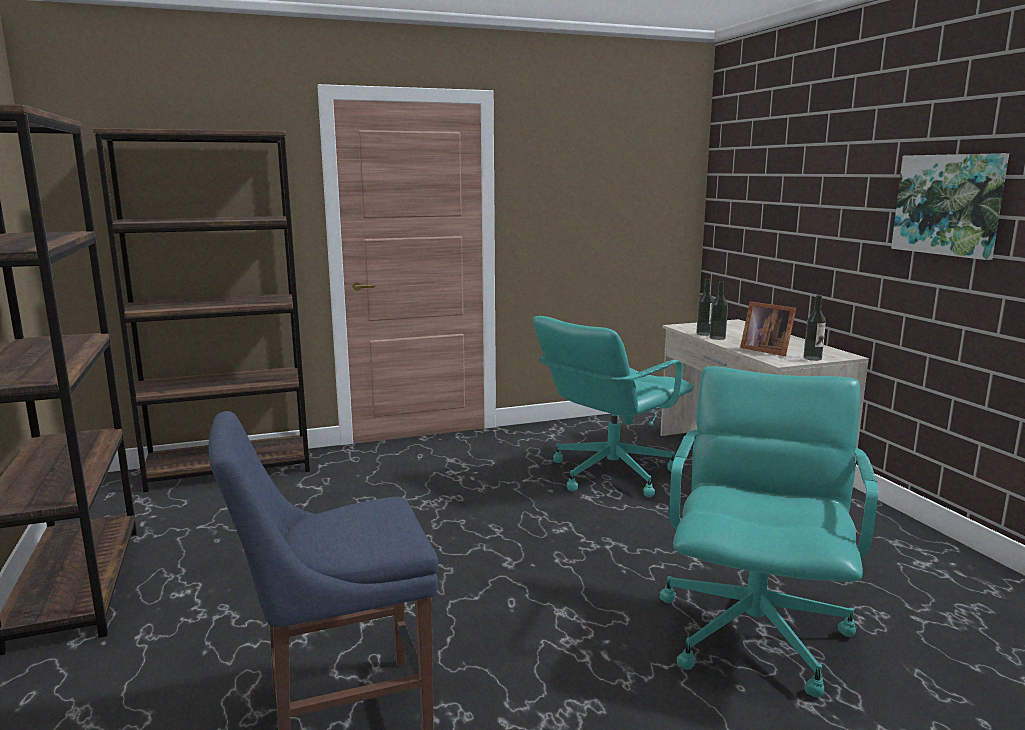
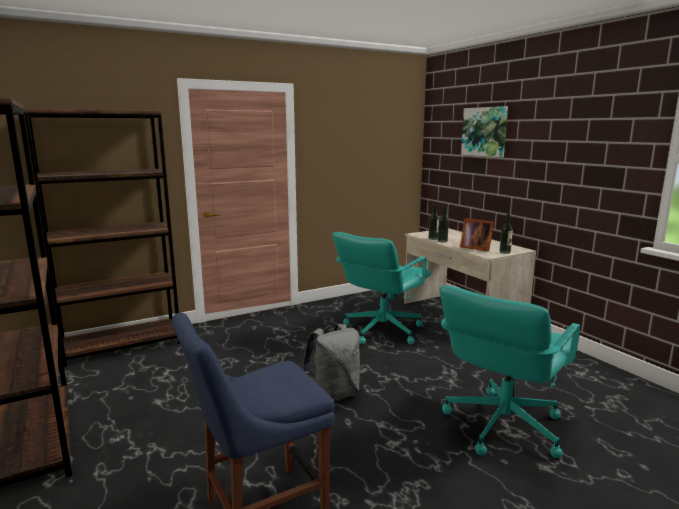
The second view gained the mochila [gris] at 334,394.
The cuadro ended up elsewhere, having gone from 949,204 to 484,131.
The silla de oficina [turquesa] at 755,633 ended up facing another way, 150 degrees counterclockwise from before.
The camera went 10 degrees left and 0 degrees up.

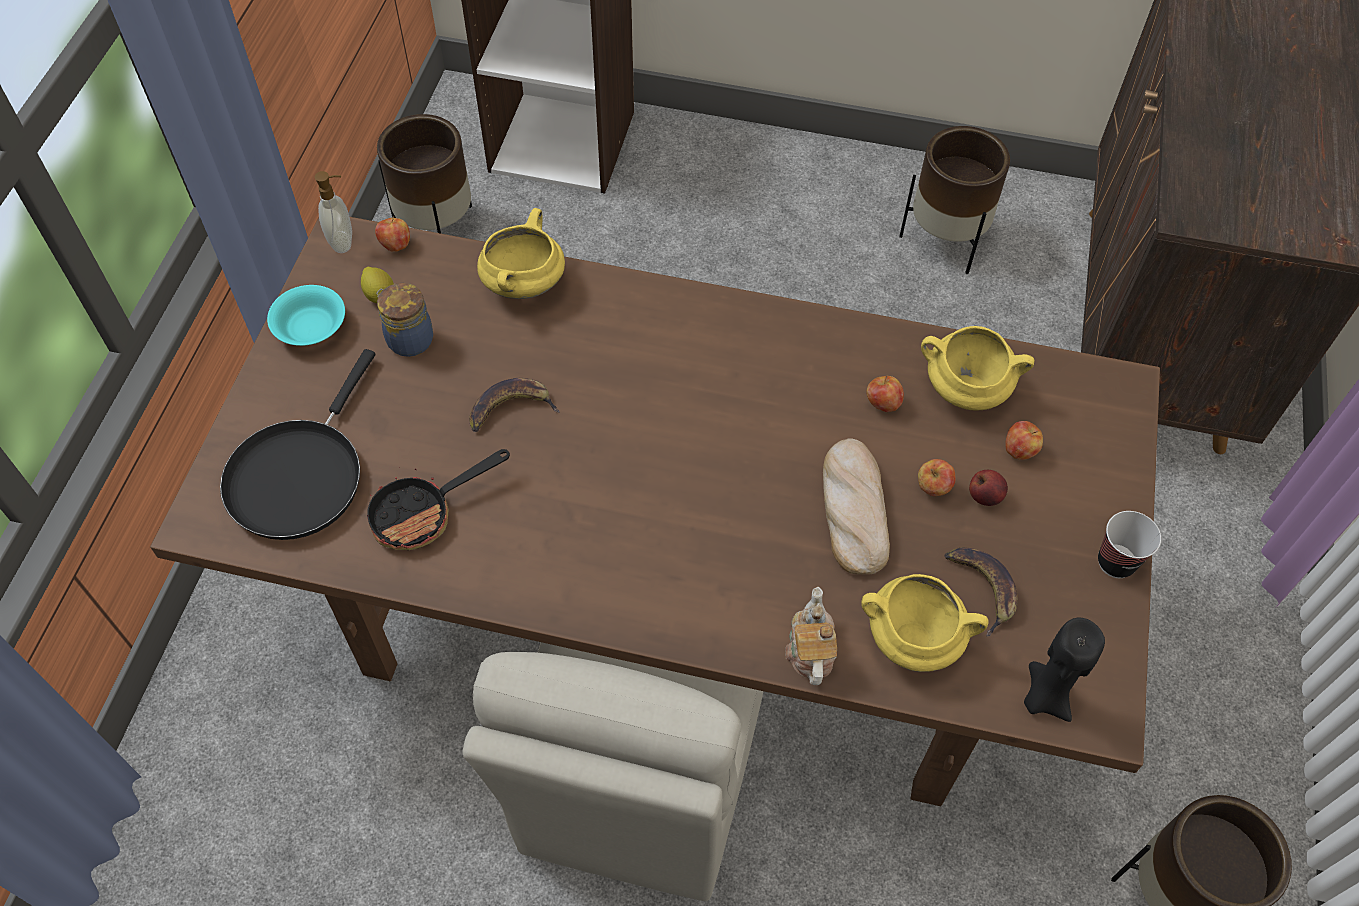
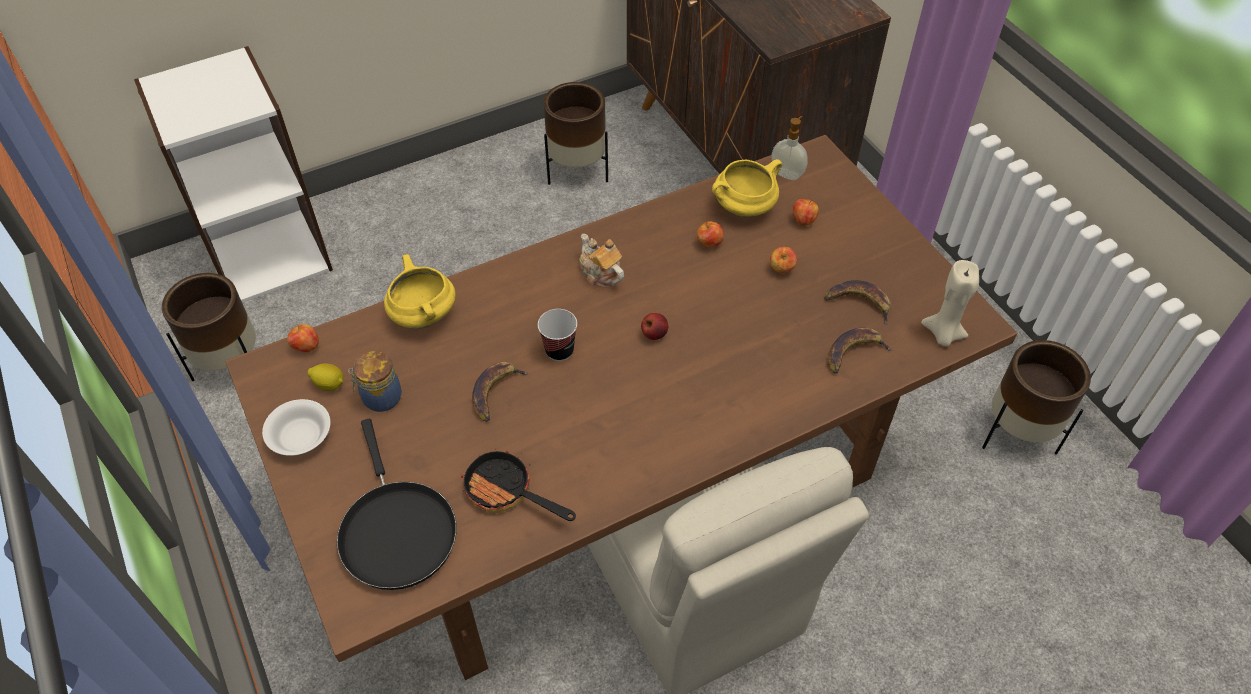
The second view lost the pan at 853,509.
The dispensador de jabón ended up elsewhere, having gone from 343,241 to 787,173.
The tetera ended up elsewhere, having gone from 810,650 to 600,273.
The manzana ended up elsewhere, having gone from 984,496 to 654,334.
The taza ended up elsewhere, having gone from 1116,562 to 559,350.
Where the olla [amarillo] stood at 915,638, the plátano came to stand at 854,352.
What was the cuenco [turquesa] at 311,327 turned into the cuenco [blanco] at 301,436.
What was the vela [negro] at 1044,696 turned into the vela [beis] at 943,334.
The sartén at 423,513 ended up facing another way, 105 degrees clockwise from before.
The camera went 40 degrees left and 5 degrees down.

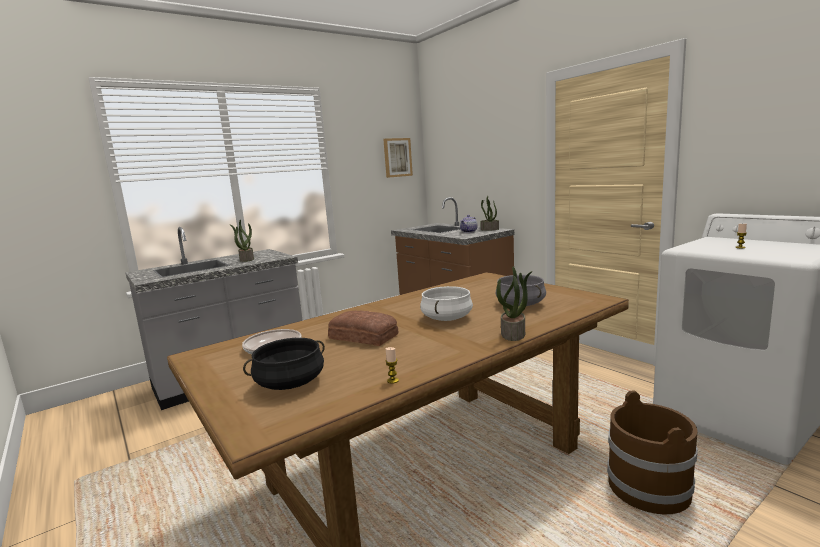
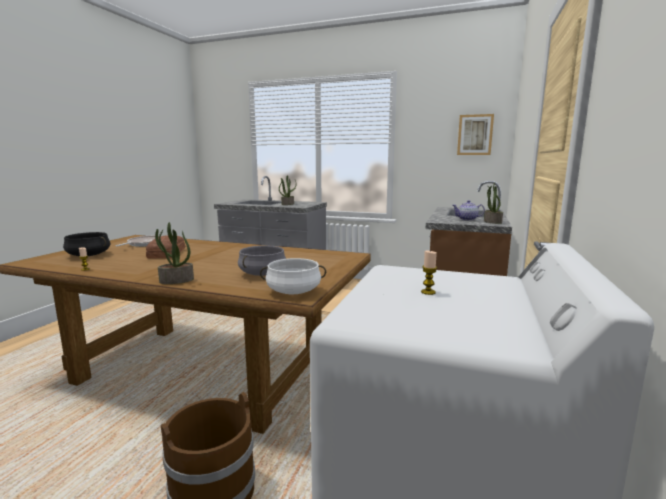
The olla [blanco] ended up elsewhere, having gone from 447,318 to 293,291.
The camera went 55 degrees right and 0 degrees up.

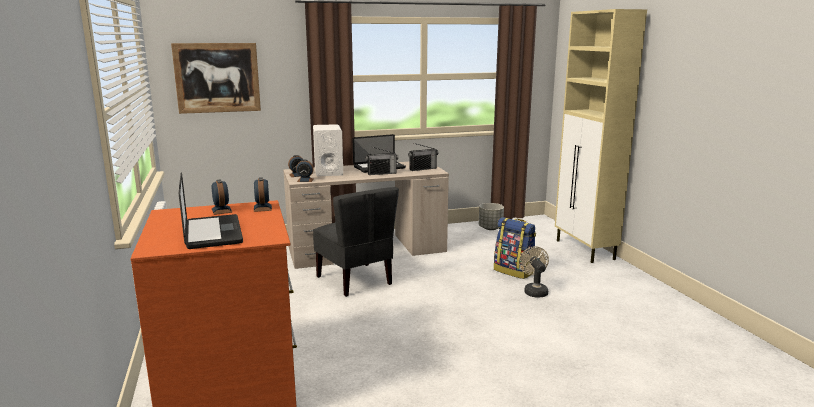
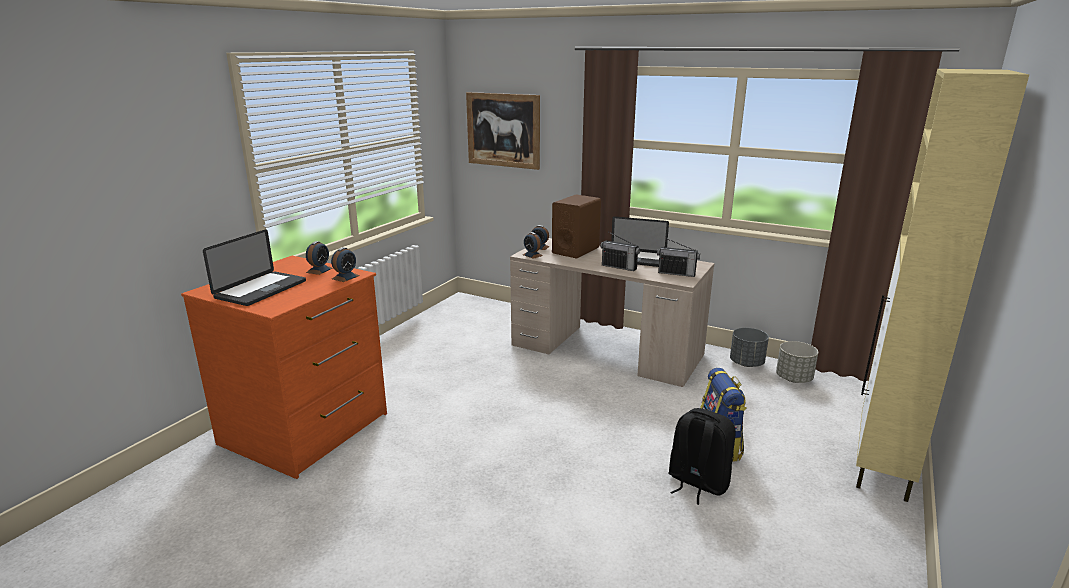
The second view lost the silla [gris] at 355,280.
The second view gained the maceta [gris] at 746,363.
Where the ventilador [beis] stood at 534,291, the mochila [negro] came to stand at 697,483.
What was the altavoz [blanco] at 328,171 turned into the altavoz [marrón] at 575,250.
The camera went 45 degrees right and 5 degrees up.

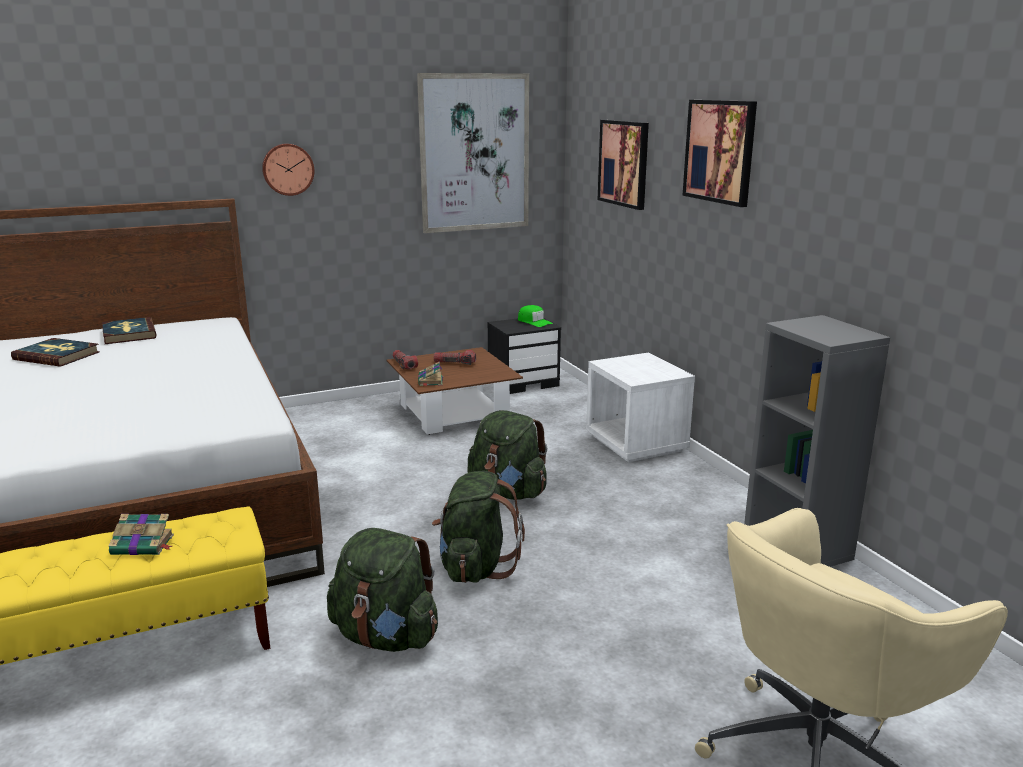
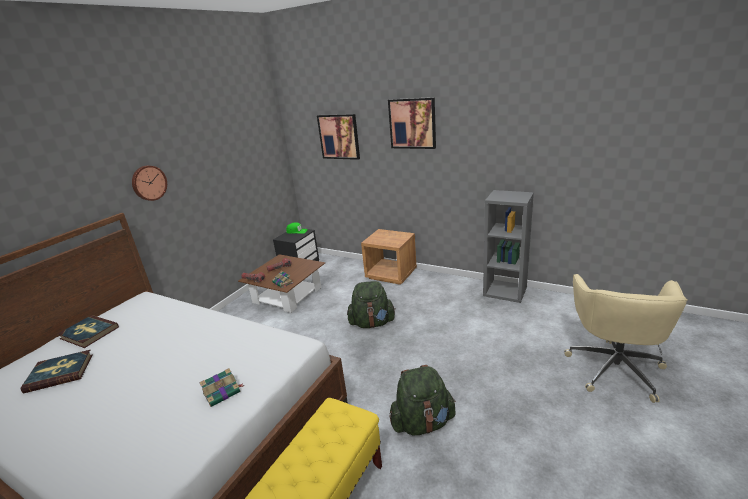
The second view lost the cuadro at 474,153.
The second view lost the mochila [verde] at 475,567.
The libro ended up elsewhere, having gone from 144,545 to 223,392.
What was the mesita de noche [blanco] at 636,444 turned into the mesita de noche [marrón] at 391,274.
The camera went 35 degrees left and 5 degrees up.

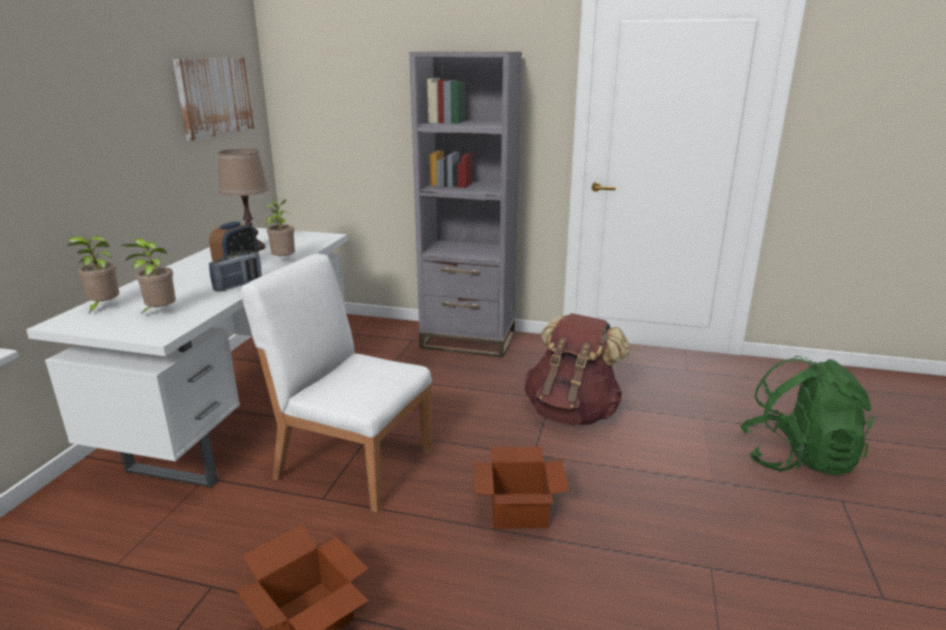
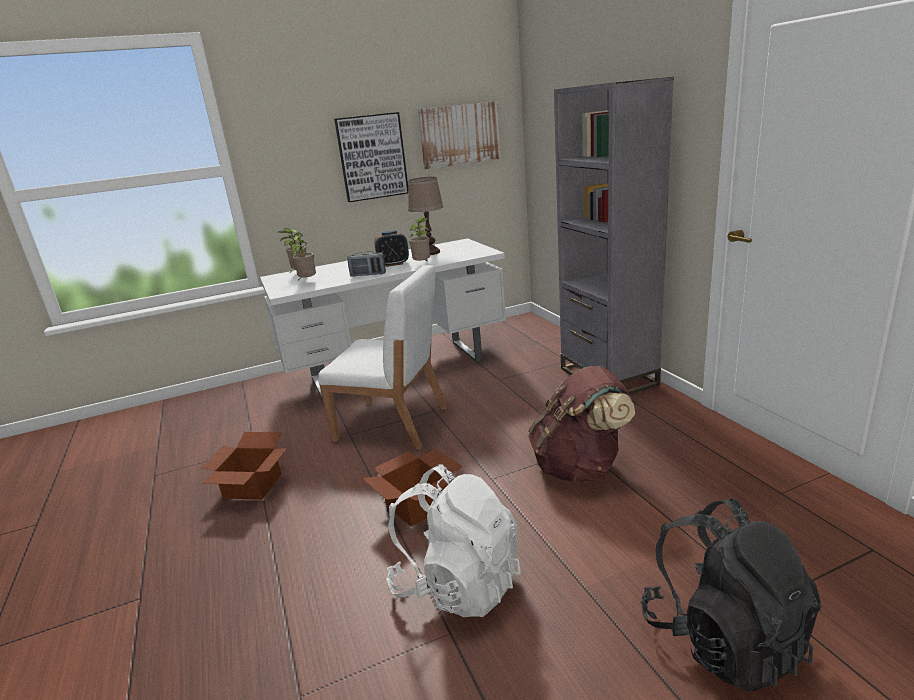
The second view gained the cuadro at 372,157.
The second view gained the mochila [blanco] at 458,584.
What was the mochila [verde] at 797,458 turned into the mochila [negro] at 723,638.
The silla [blanco] at 353,463 ended up facing another way, 120 degrees clockwise from before.
The camera went 55 degrees right and 0 degrees up.

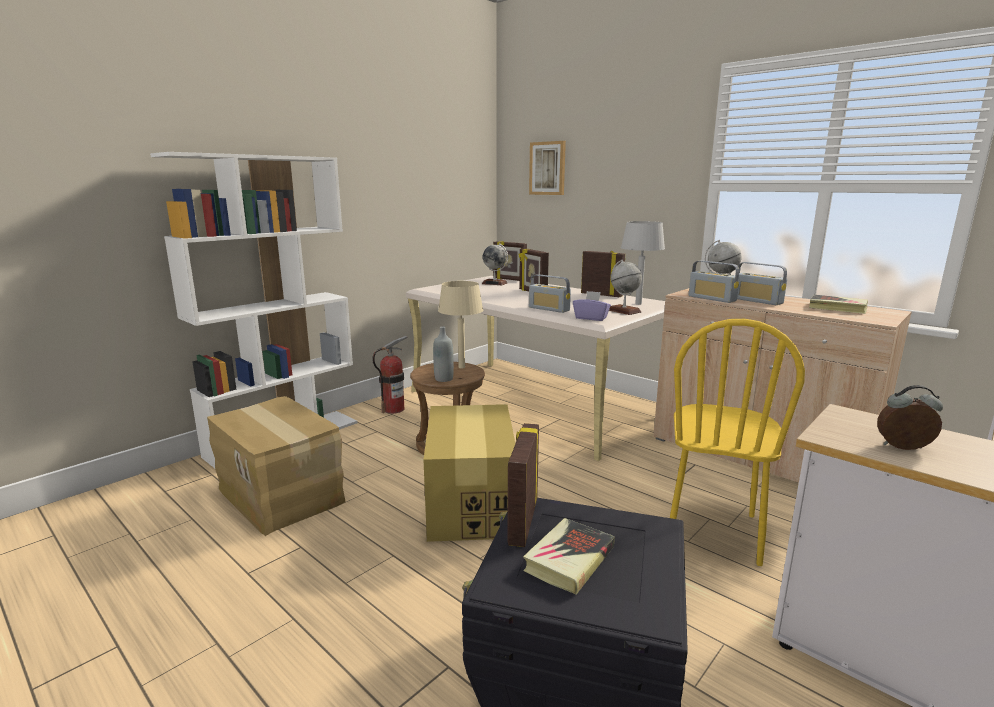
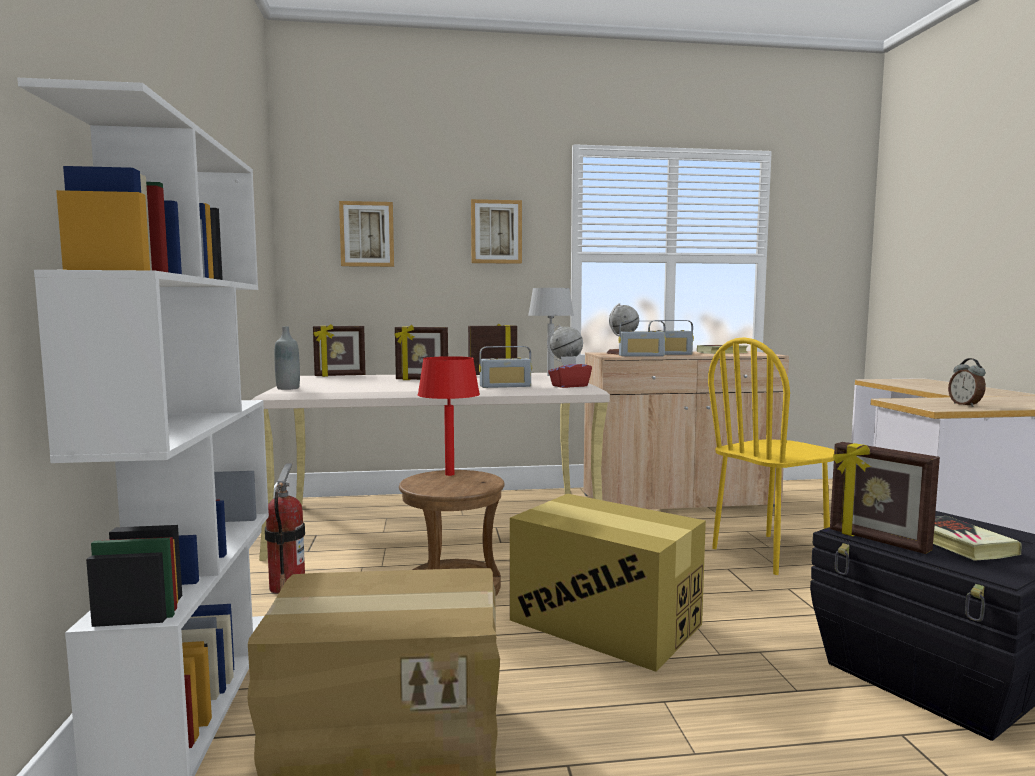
The second view lost the globo terráqueo at 494,283.
The second view gained the cuadro at 496,232.
The botella [gris] ended up elsewhere, having gone from 444,379 to 288,388.
What was the lámpara de mesa [beis] at 461,367 turned into the lámpara de mesa [rojo] at 449,474.
What was the caja de pañuelos [morado] at 591,318 turned into the caja de pañuelos [rojo] at 569,386.
The silla [amarillo] at 713,530 ended up facing another way, 90 degrees clockwise from before.
The despertador at 904,448 ended up facing another way, 60 degrees counterclockwise from before.
The camera went 50 degrees left and 10 degrees down.

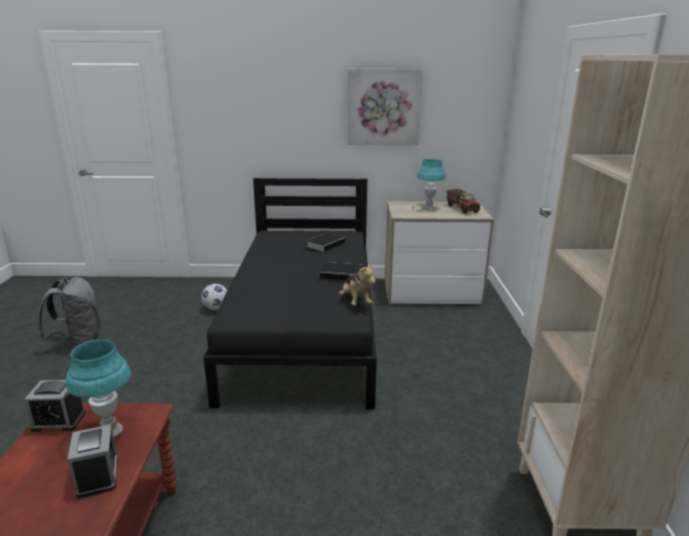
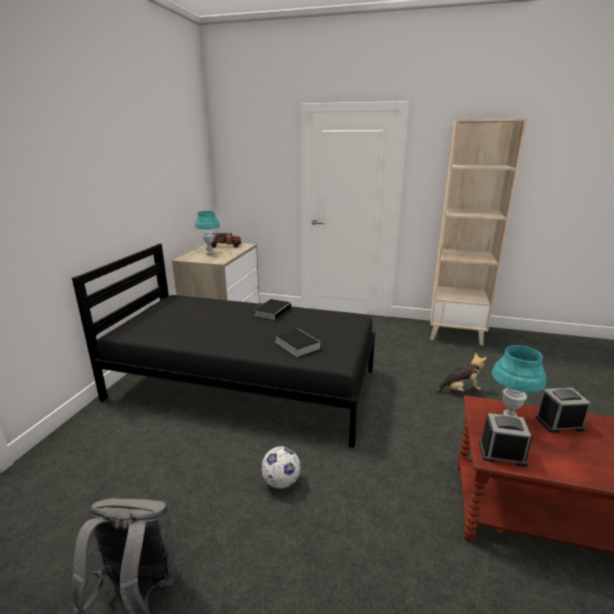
The second view lost the cuadro at 383,107.
The balón de fútbol ended up elsewhere, having gone from 216,308 to 281,482.
The libro ended up elsewhere, having gone from 326,244 to 296,344.
The peluche ended up elsewhere, having gone from 355,302 to 460,390.
The despertador at 58,421 ended up facing another way, 90 degrees counterclockwise from before.
The camera went 75 degrees left and 0 degrees up.

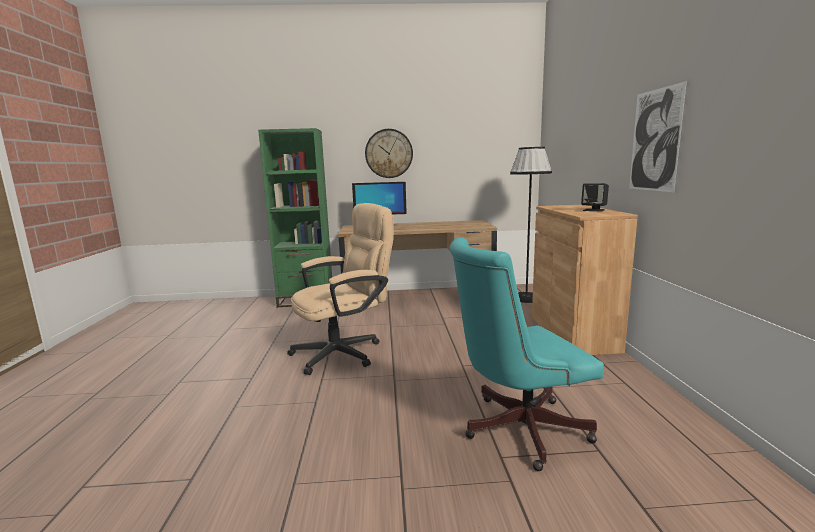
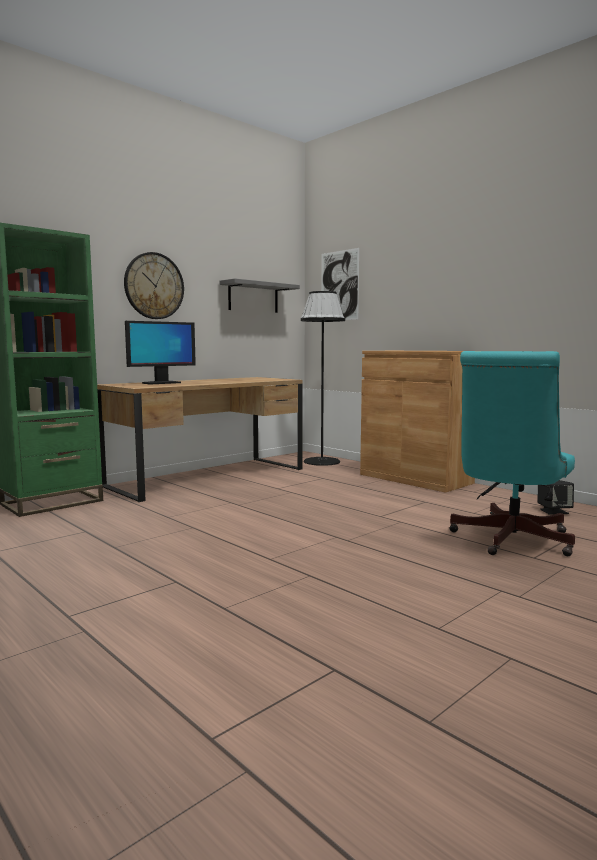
The second view lost the silla de oficina [beis] at 345,352.
The second view gained the estante [gris] at 253,297.
The altavoz [negro] ended up elsewhere, having gone from 594,210 to 554,511.
The cuadro ended up elsewhere, having gone from 654,140 to 339,285.
The camera went 40 degrees left and 5 degrees down.

